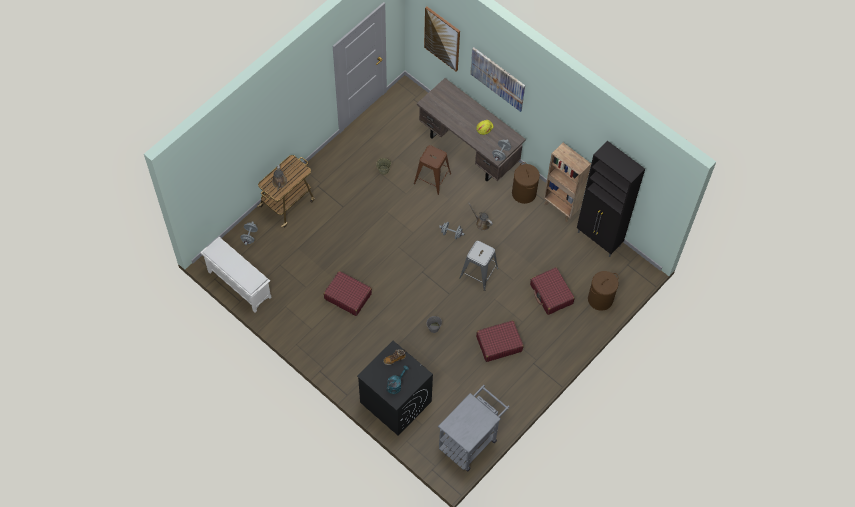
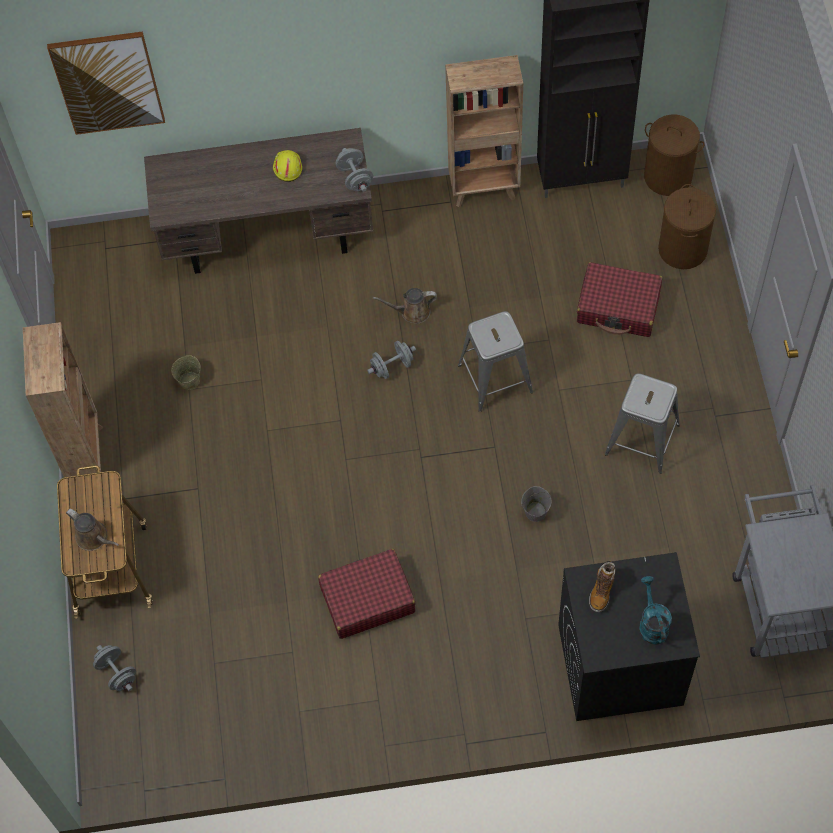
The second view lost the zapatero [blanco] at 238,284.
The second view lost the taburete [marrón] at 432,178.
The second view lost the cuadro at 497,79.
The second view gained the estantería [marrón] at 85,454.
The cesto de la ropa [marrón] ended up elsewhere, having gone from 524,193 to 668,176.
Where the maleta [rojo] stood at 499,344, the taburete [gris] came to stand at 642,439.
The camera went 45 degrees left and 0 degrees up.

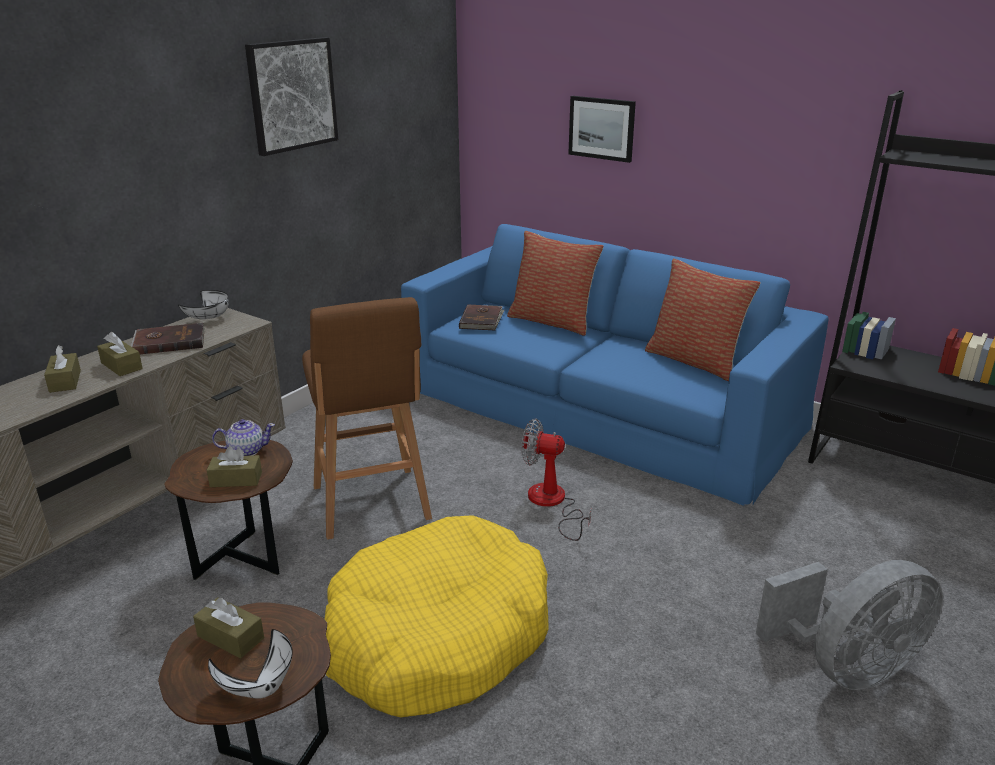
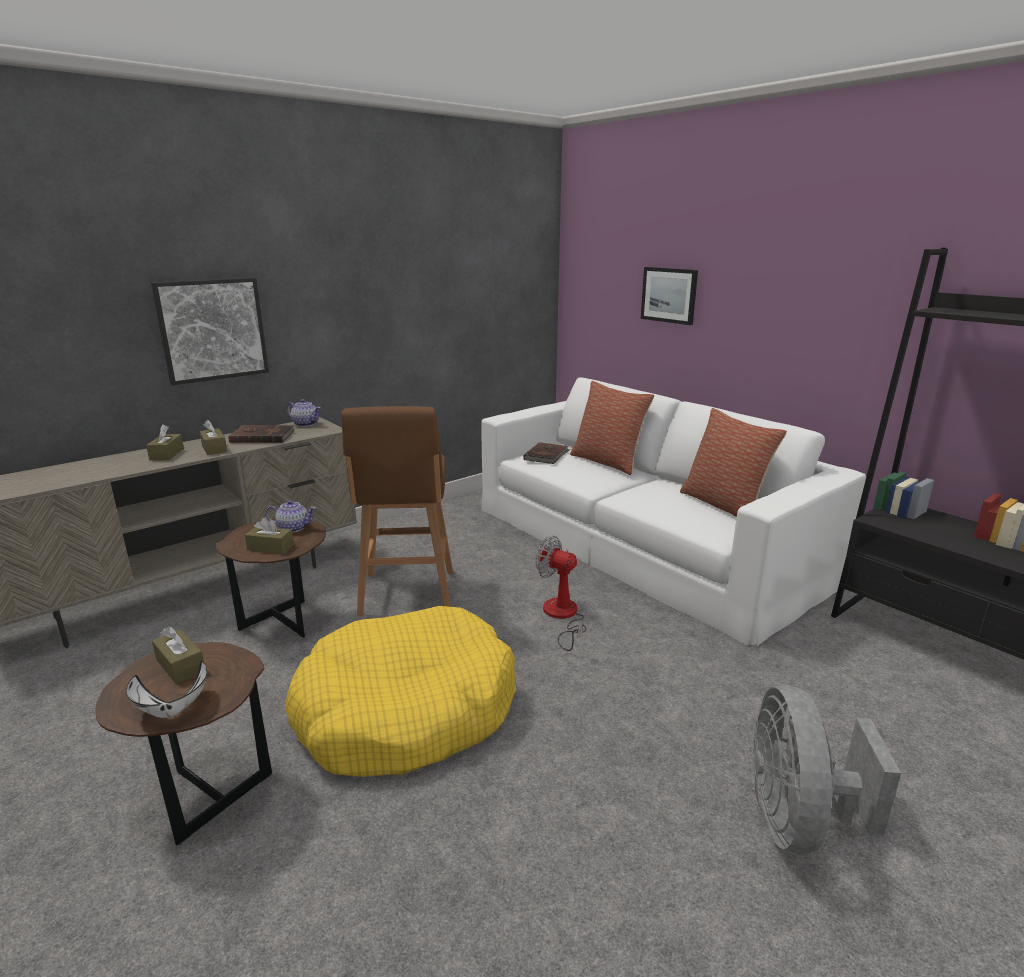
The cuadro ended up elsewhere, having gone from 292,95 to 212,329.
Where the cuenco [blanco] stood at 211,317, the tetera came to stand at 305,424.
What was the sofá [azul] at 598,406 turned into the sofá [blanco] at 642,542.
The ventilador [gris] at 847,667 ended up facing another way, 105 degrees clockwise from before.
The camera went 15 degrees right and 5 degrees down.

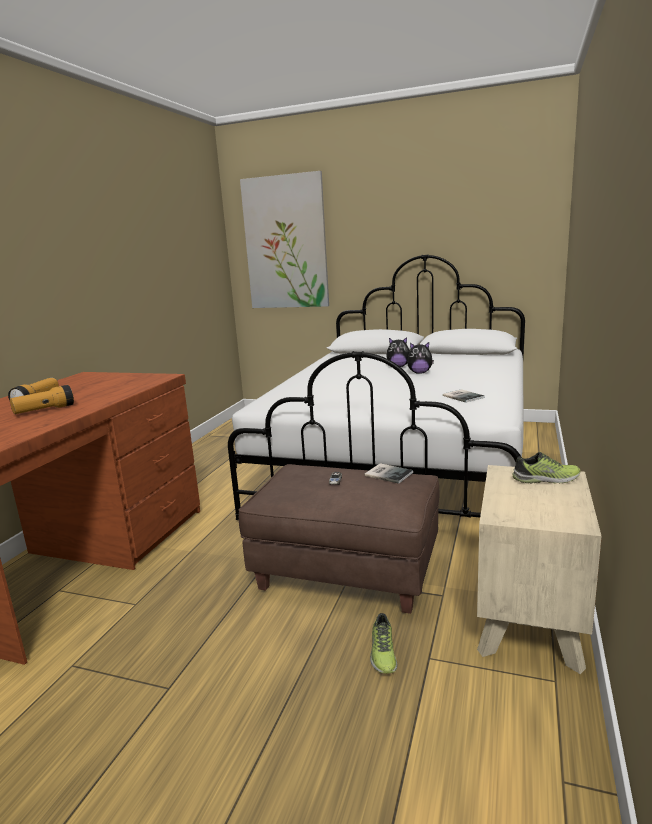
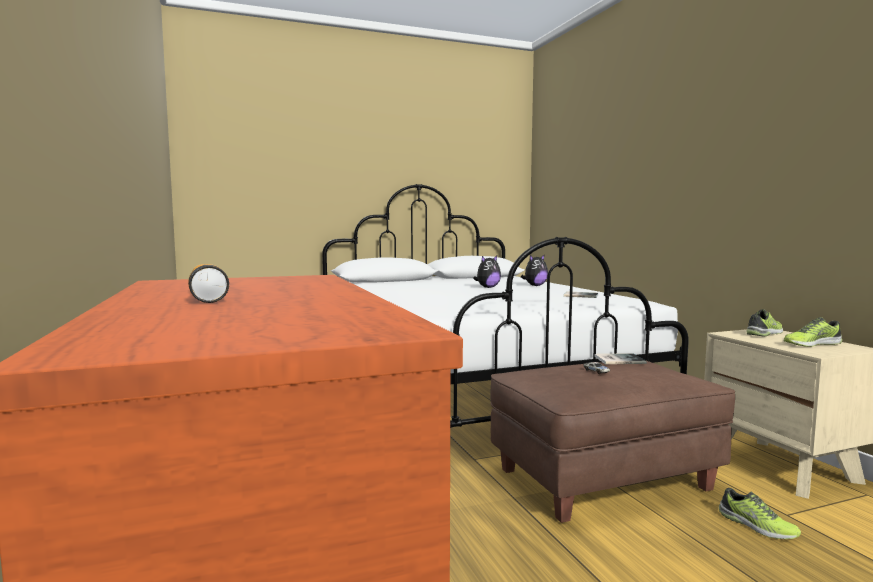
The second view lost the linterna at 44,410.
The second view lost the cuadro at 285,243.
The second view gained the zapato at 811,344.
The peluche ended up elsewhere, having gone from 398,366 to 535,285.
The camera went 40 degrees left and 10 degrees down.

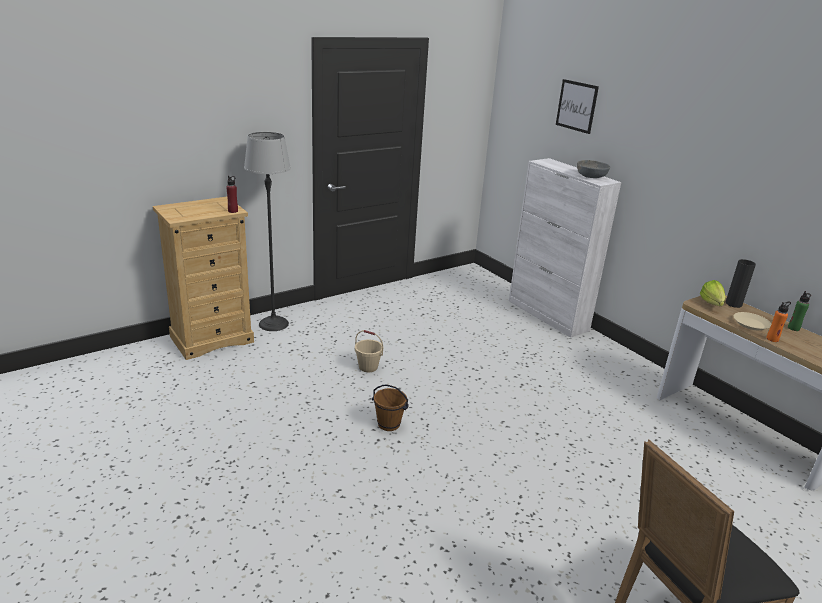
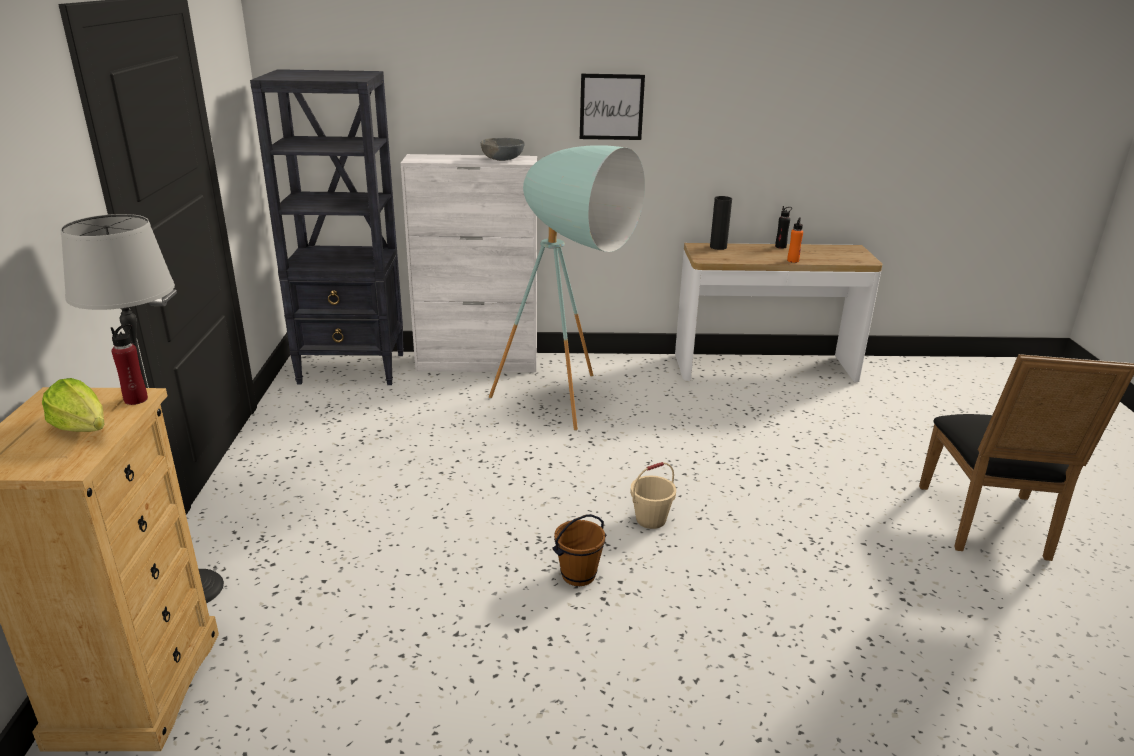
The second view lost the plato [beis] at 750,324.
The second view gained the estantería [negro] at 353,369.
The second view gained the lámpara de pie [turquesa] at 570,407.
The cubo [beis] ended up elsewhere, having gone from 368,367 to 650,519.
The cuadro ended up elsewhere, having gone from 576,106 to 611,107.
The lechuga ended up elsewhere, having gone from 712,305 to 84,432.
What was the botella [verde] at 793,328 turned into the botella [negro] at 780,246.
The camera went 55 degrees left and 0 degrees up.

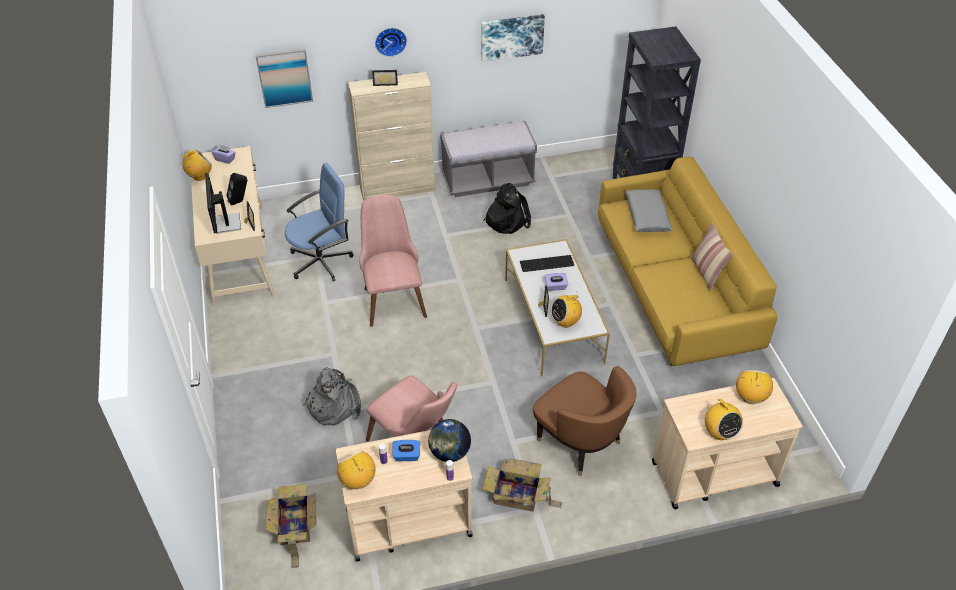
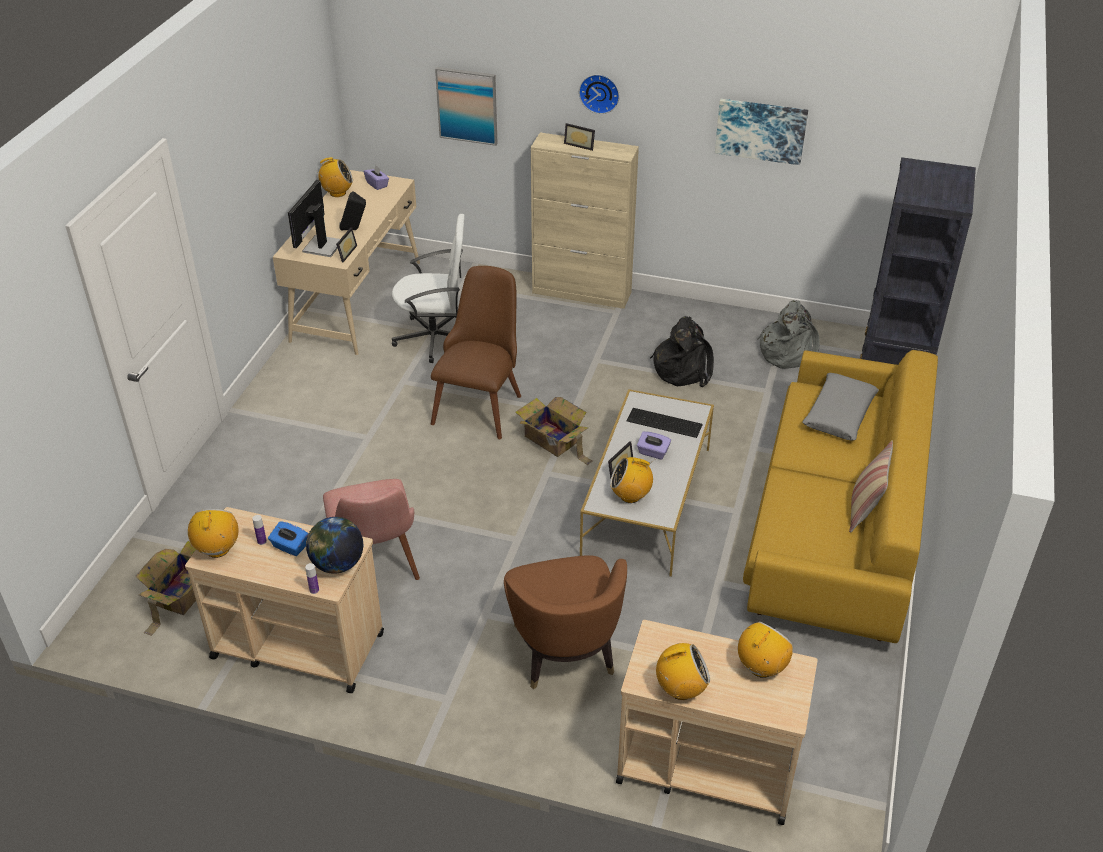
The second view lost the banco [gris] at 487,180.
The mochila [gris] ended up elsewhere, having gone from 334,404 to 789,352.
The caja de cartón ended up elsewhere, having gone from 518,497 to 553,440.
What was the silla de oficina [azul] at 321,261 turned into the silla de oficina [blanco] at 435,338.
What was the silla [rosa] at 392,296 turned into the silla [marrón] at 481,402.
The radio at 719,432 ended up facing another way, 105 degrees counterclockwise from before.
The camera went 30 degrees right and 5 degrees down.

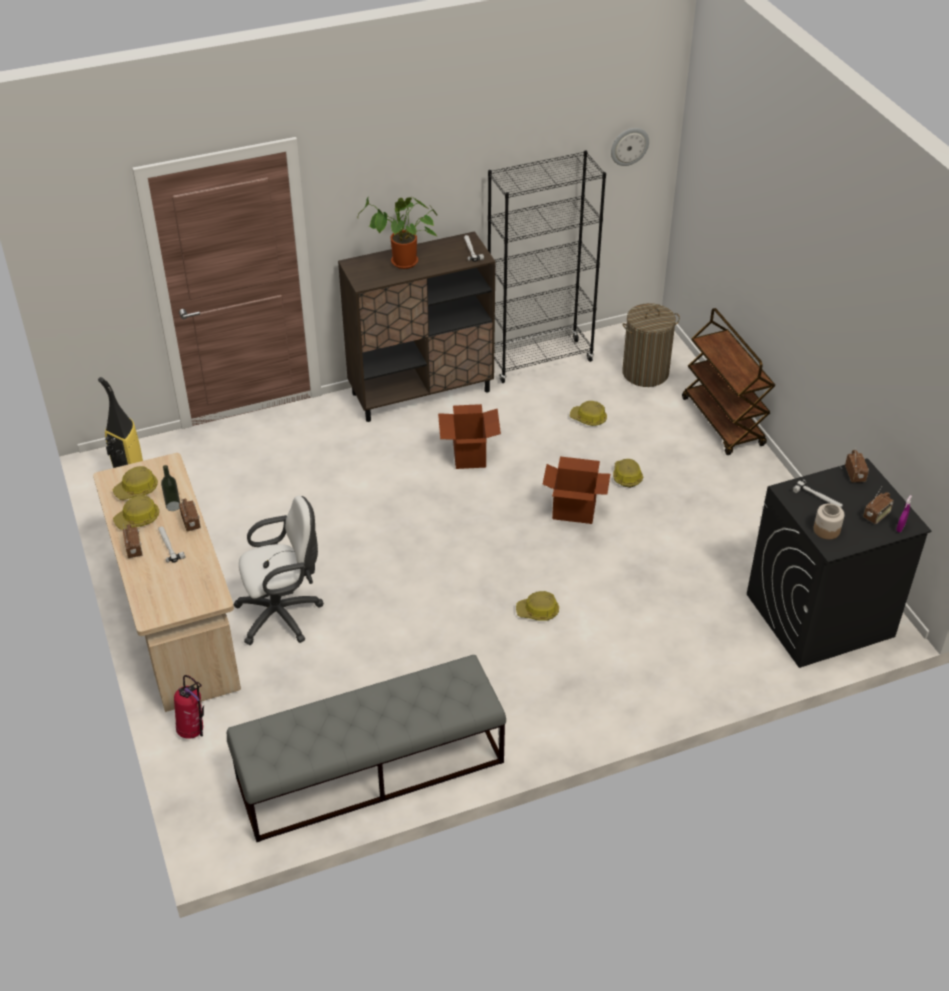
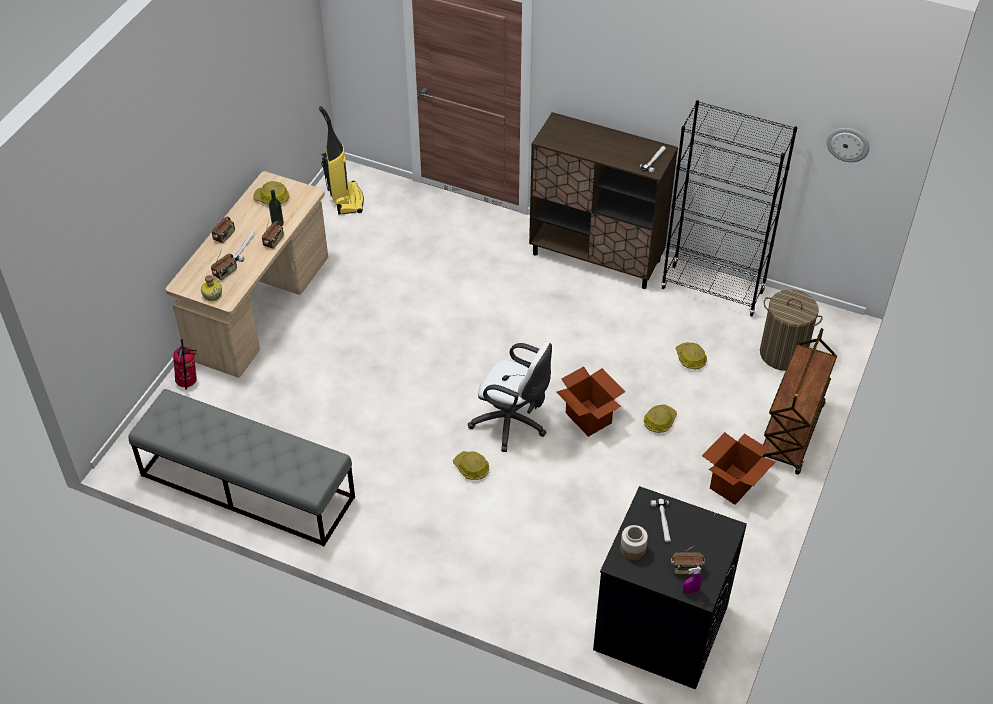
The second view lost the casco at 138,519.
The second view lost the planta en maceta at 402,264.
The second view gained the botella at 212,294.
The silla de oficina [blanco] ended up elsewhere, having gone from 283,614 to 512,424.
The caja de cartón ended up elsewhere, having gone from 469,455 to 733,484.
The radio ended up elsewhere, having gone from 855,474 to 225,273.
The camera went 45 degrees right and 5 degrees up.

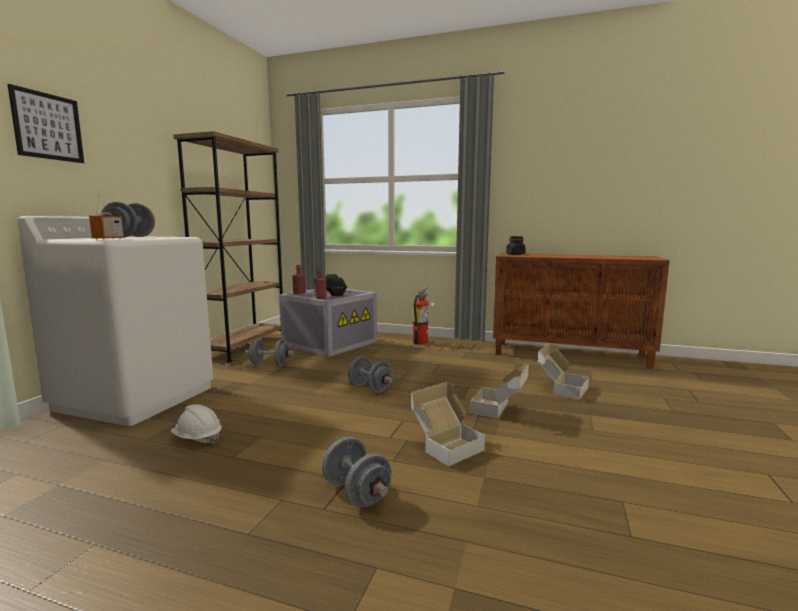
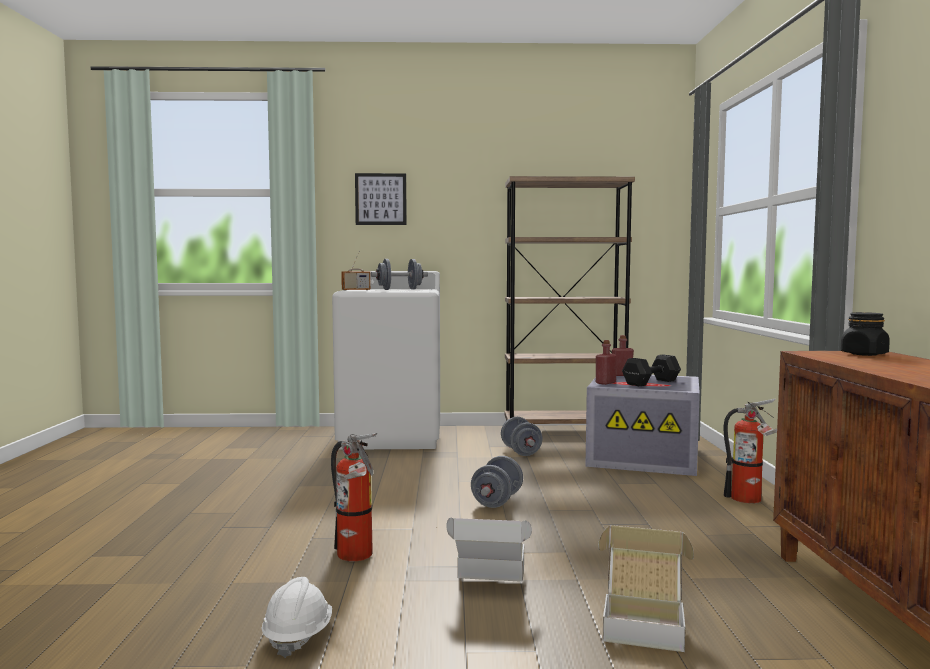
The second view lost the mancuerna [gris] at 356,493.
The casco [blanco] ended up elsewhere, having gone from 197,439 to 297,637.
Where the caja de cartón stood at 445,446, the extintor came to stand at 356,556.
The camera went 70 degrees right and 5 degrees down.

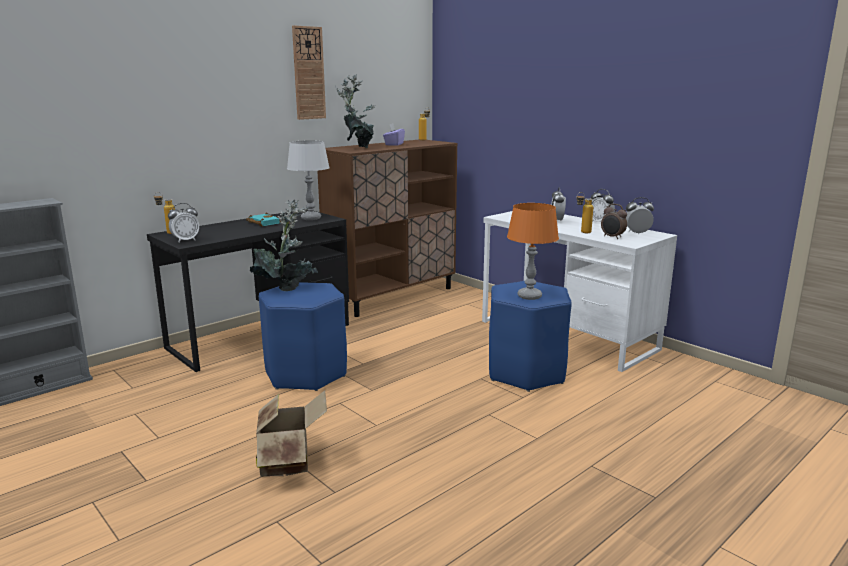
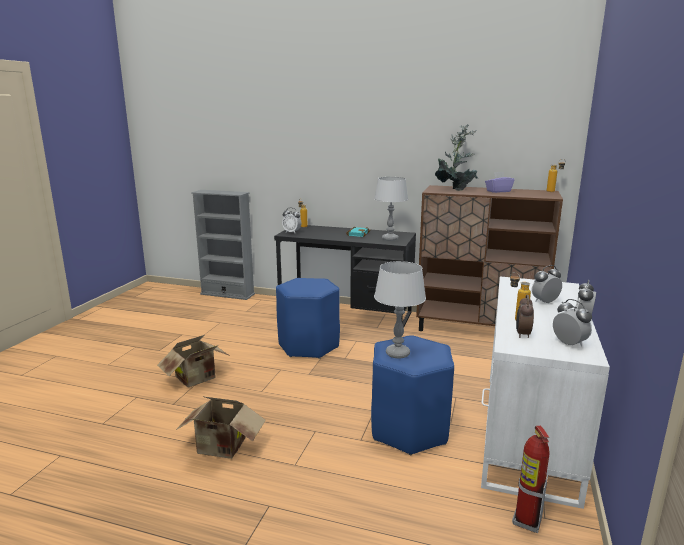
The second view lost the planta en maceta at 287,287.
The second view lost the reloj de pared at 308,73.
The second view gained the caja de cartón at 222,449.
The second view gained the extintor at 526,521.
What was the lámpara de mesa [naranja] at 529,296 turned into the lámpara de mesa [gris] at 397,354.
The camera went 60 degrees right and 0 degrees up.

